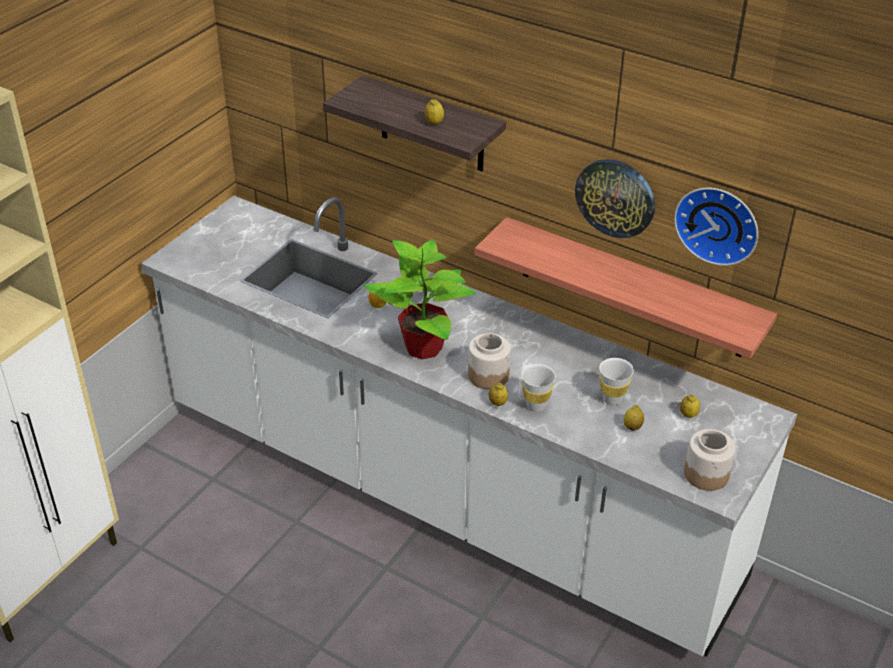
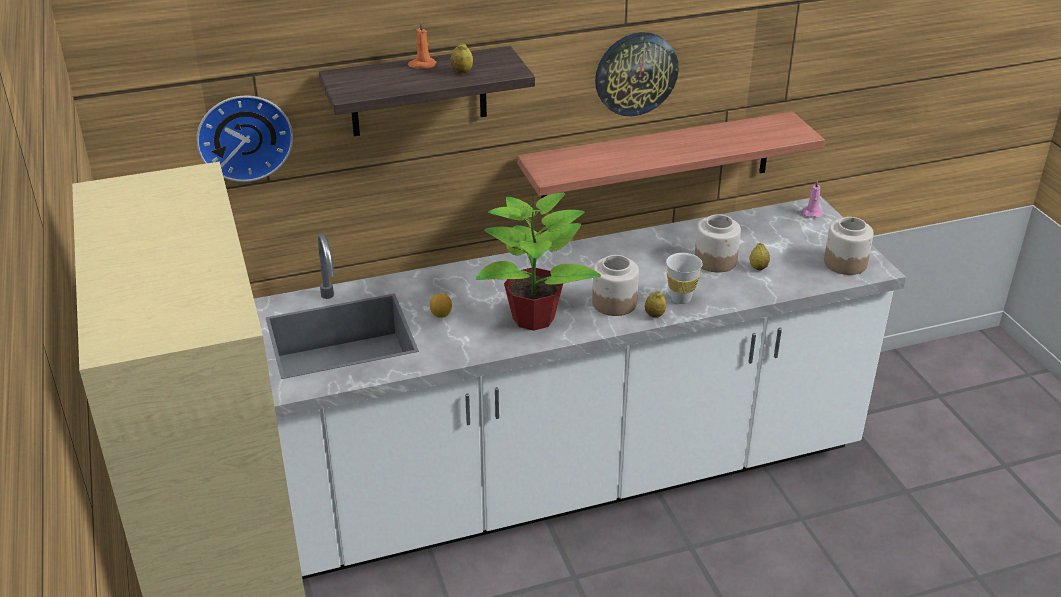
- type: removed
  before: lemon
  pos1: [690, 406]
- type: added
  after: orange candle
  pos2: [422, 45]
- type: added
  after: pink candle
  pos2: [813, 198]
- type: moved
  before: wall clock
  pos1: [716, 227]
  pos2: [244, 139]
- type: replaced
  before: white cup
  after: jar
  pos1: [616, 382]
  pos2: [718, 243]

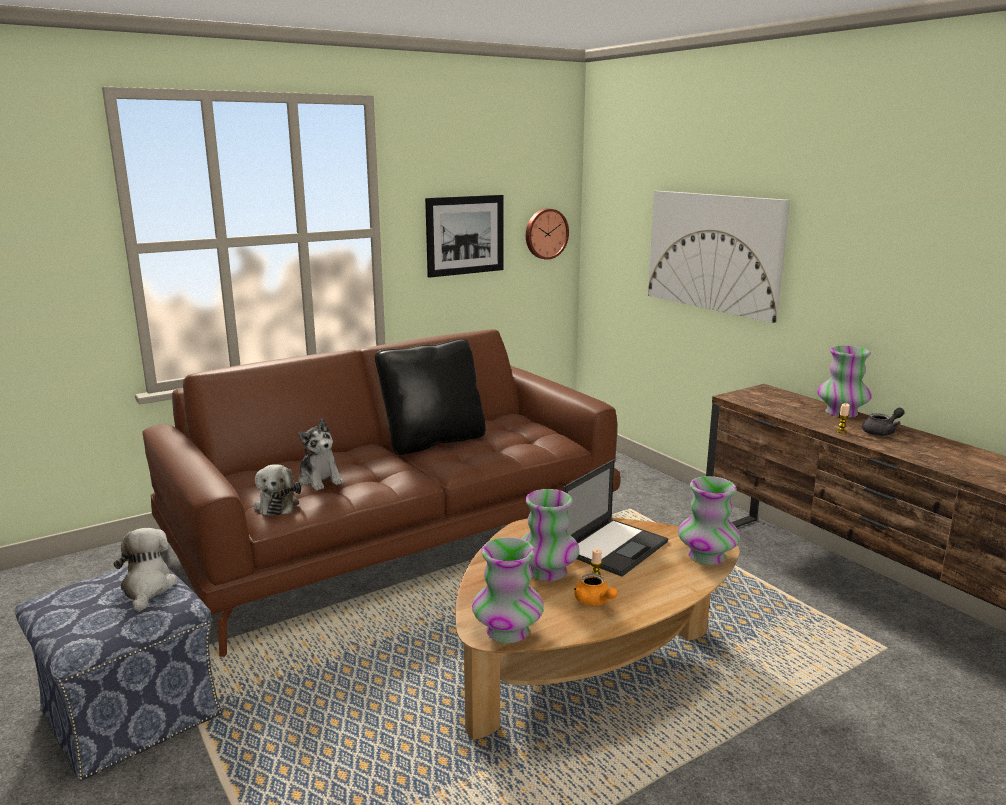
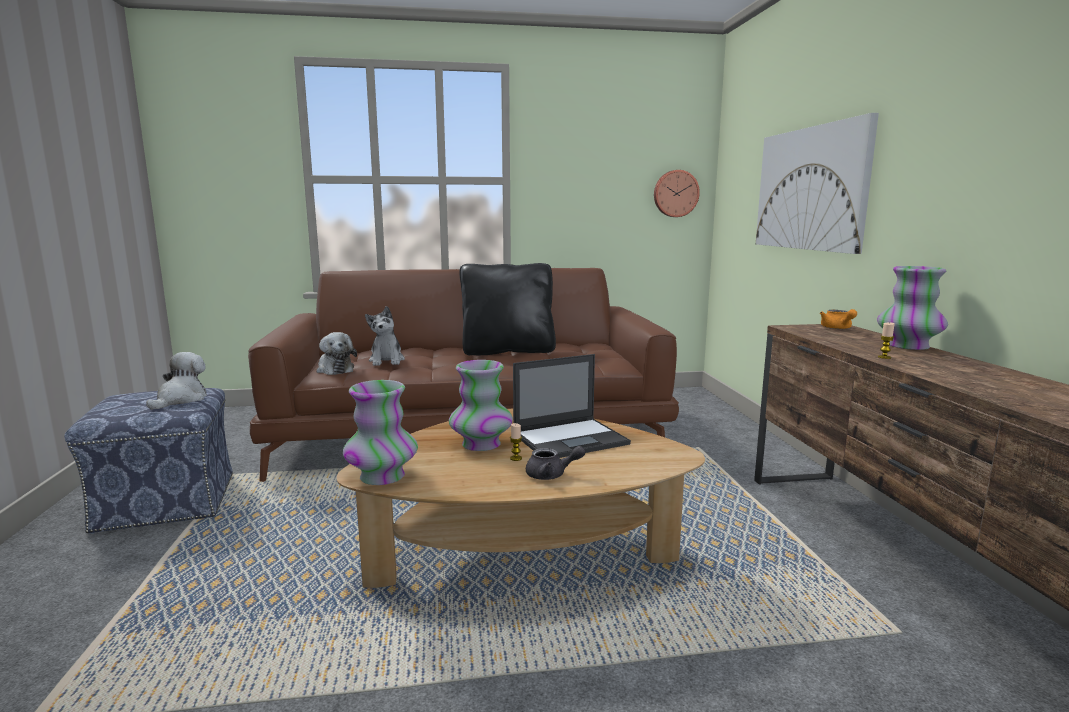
- type: removed
  before: picture
  pos1: [464, 236]
- type: removed
  before: vase
  pos1: [709, 520]
- type: moved
  before: orange teapot
  pos1: [596, 589]
  pos2: [838, 319]
- type: moved
  before: grey teapot
  pos1: [883, 422]
  pos2: [555, 463]
- type: turned
  before: plush toy
  pos1: [277, 490]
  pos2: [337, 353]
  turn: -45

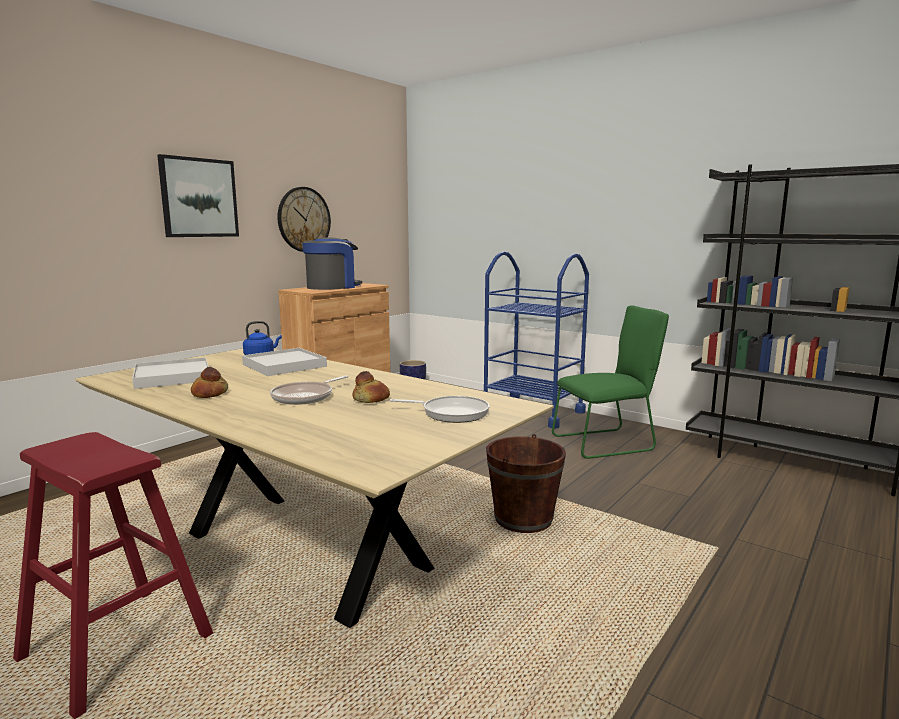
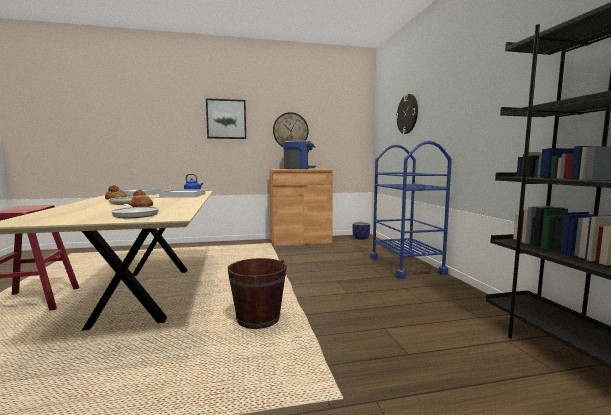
- type: removed
  before: green chair
  pos1: [610, 382]
- type: added
  after: wall clock
  pos2: [407, 114]

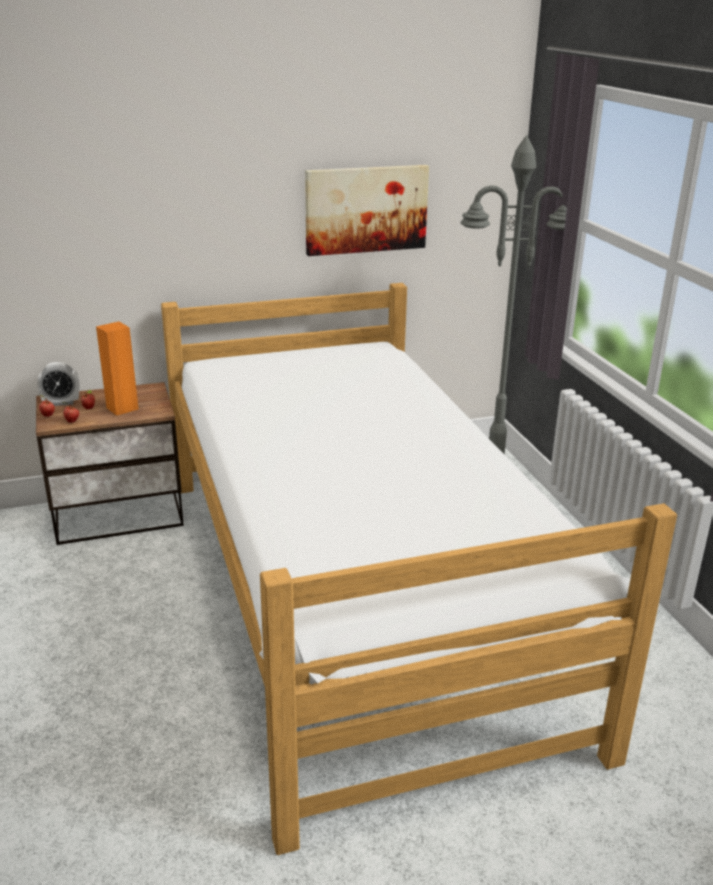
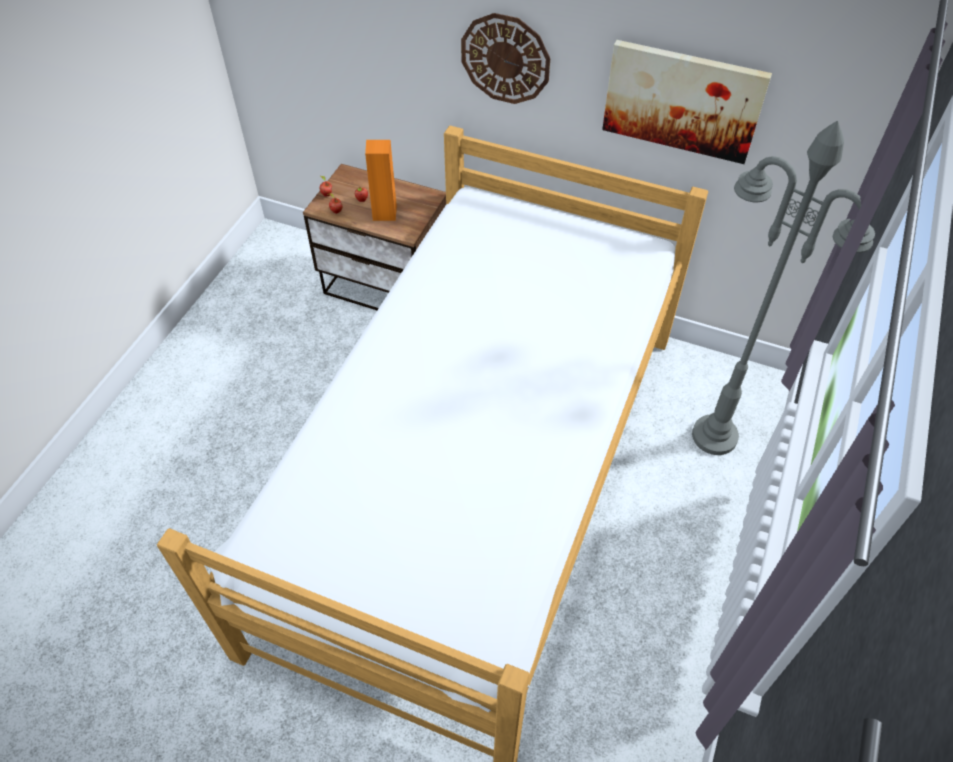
- type: removed
  before: alarm clock
  pos1: [58, 384]
- type: added
  after: wall clock
  pos2: [505, 58]

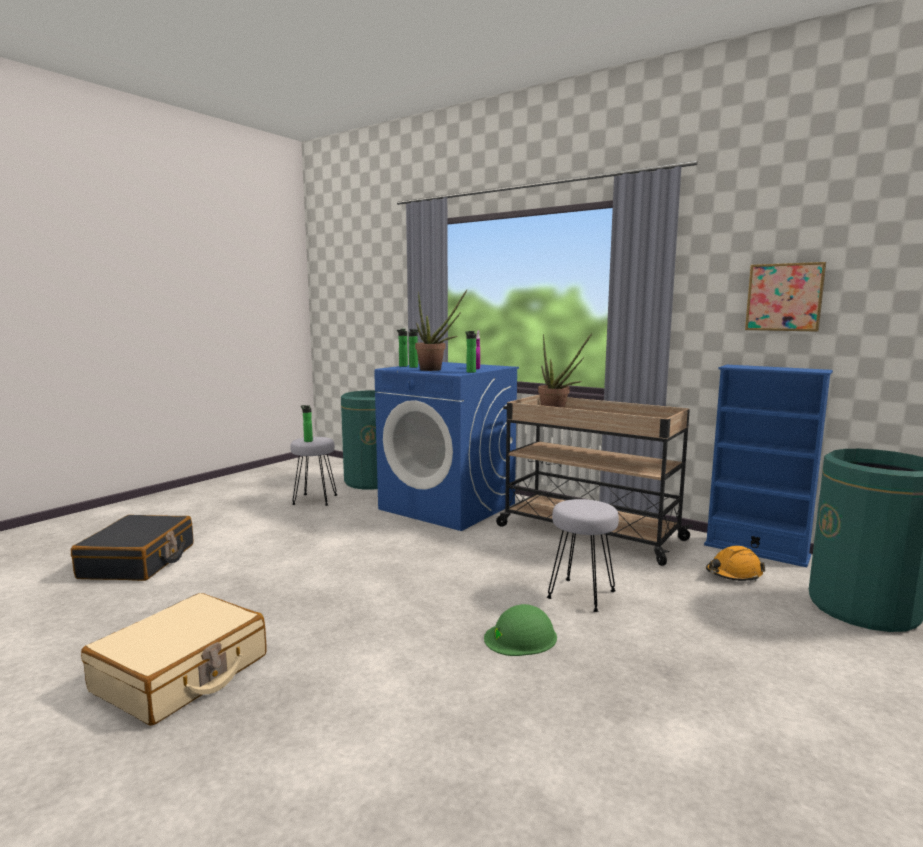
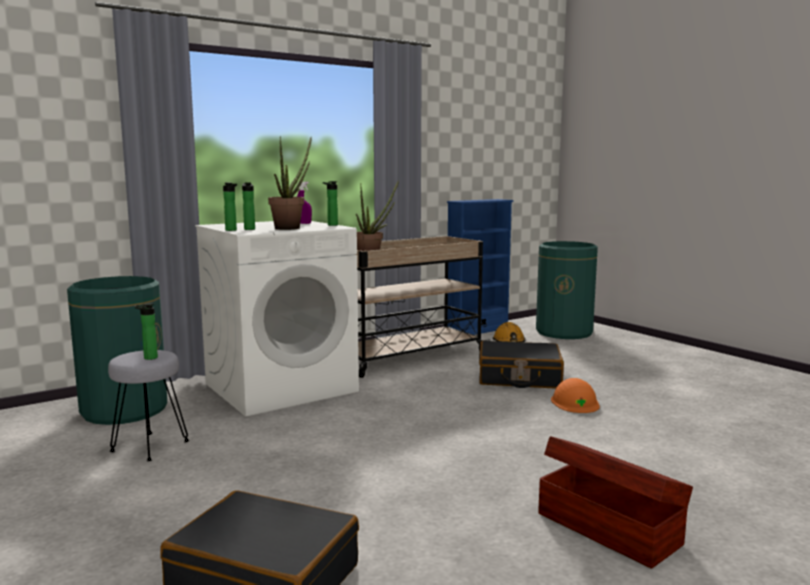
- type: removed
  before: picture
  pos1: [785, 297]
- type: replaced
  before: beige suitcase
  after: brown storage box
  pos1: [173, 659]
  pos2: [616, 502]
- type: replaced
  before: grey stool
  after: black suitcase
  pos1: [583, 555]
  pos2: [521, 364]
- type: recoloured
  before: blue washing machine
  after: white washing machine
  pos1: [446, 446]
  pos2: [277, 319]
- type: recoloured
  before: green hard hat
  after: orange hard hat
  pos1: [520, 630]
  pos2: [575, 395]

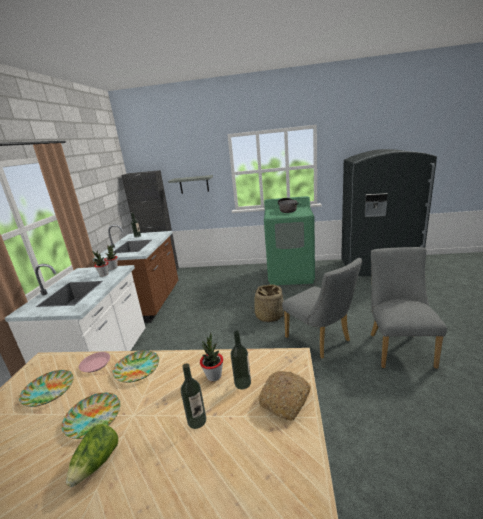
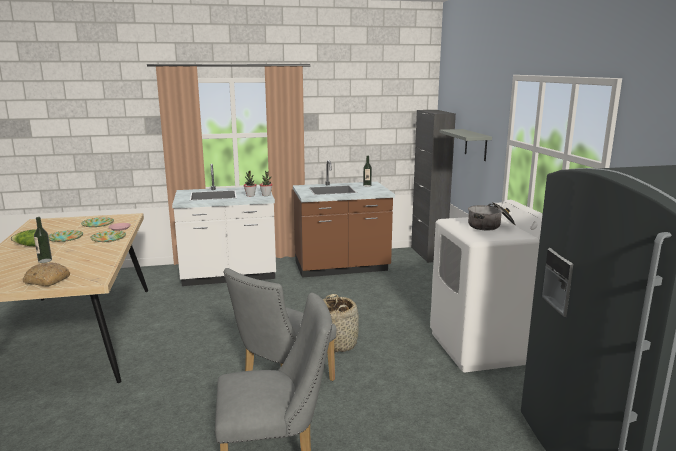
- type: removed
  before: potted plant
  pos1: [211, 357]
- type: removed
  before: bottle
  pos1: [241, 359]
- type: recoloured
  before: green washing machine
  after: white washing machine
  pos1: [289, 240]
  pos2: [486, 286]

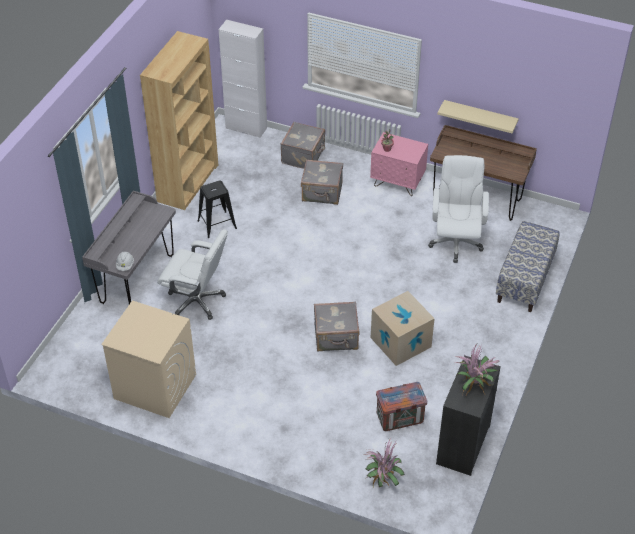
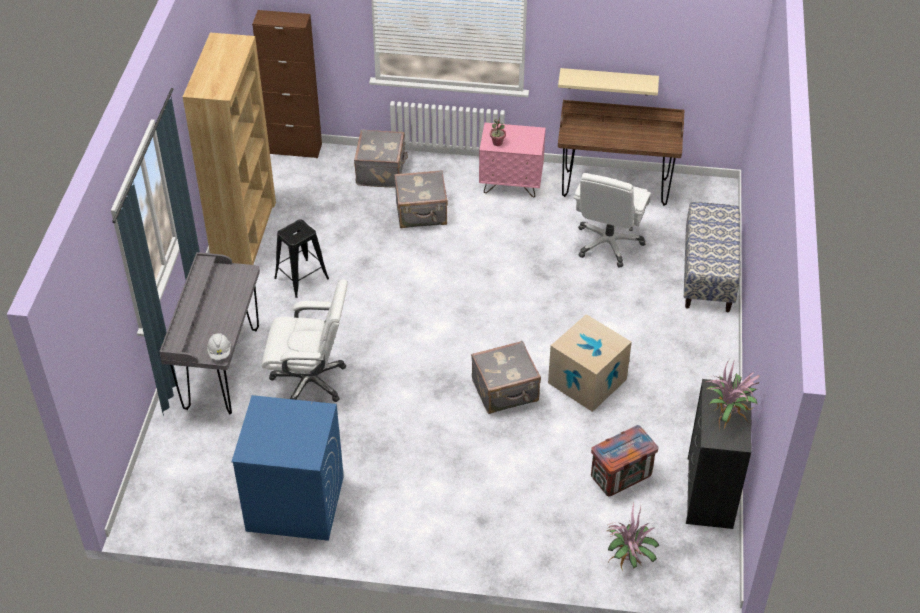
- type: recoloured
  before: beige washing machine
  after: blue washing machine
  pos1: [148, 359]
  pos2: [288, 468]
- type: recoloured
  before: white cabinet
  after: brown cabinet
  pos1: [243, 79]
  pos2: [287, 84]
- type: turned
  before: white office chair
  pos1: [458, 209]
  pos2: [612, 220]
  turn: -150

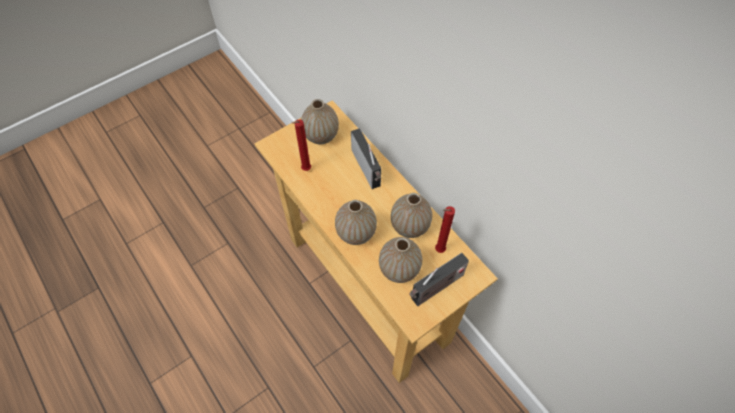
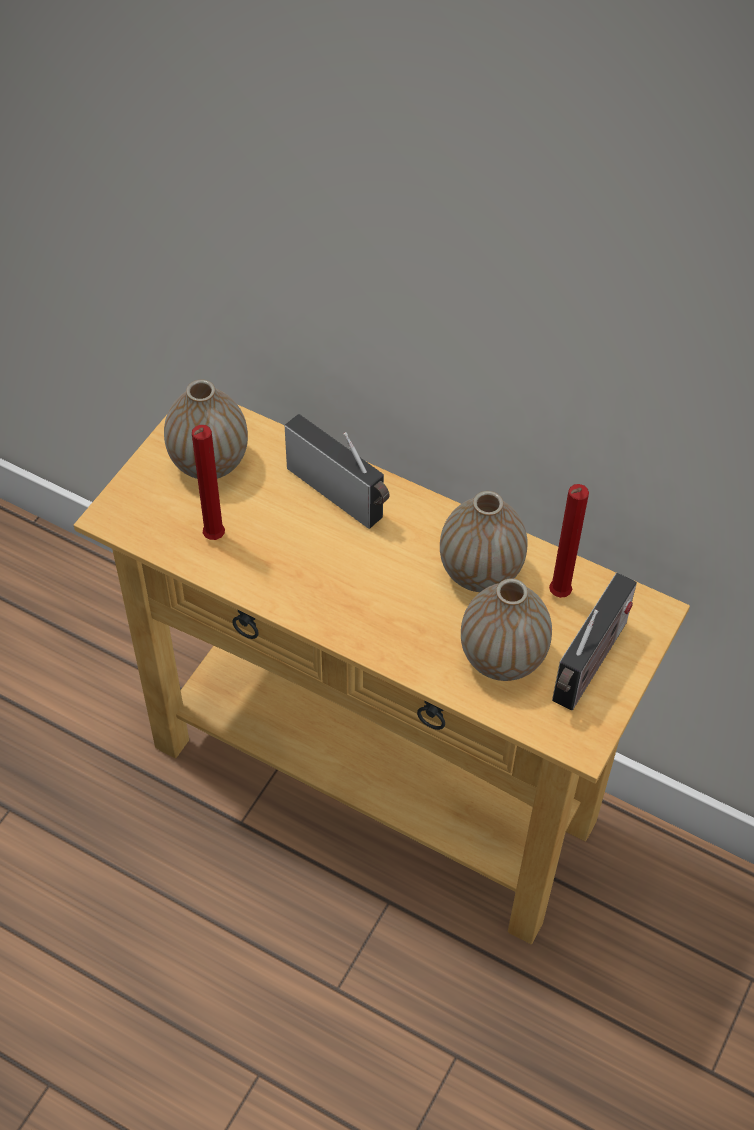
- type: removed
  before: vase
  pos1: [356, 222]

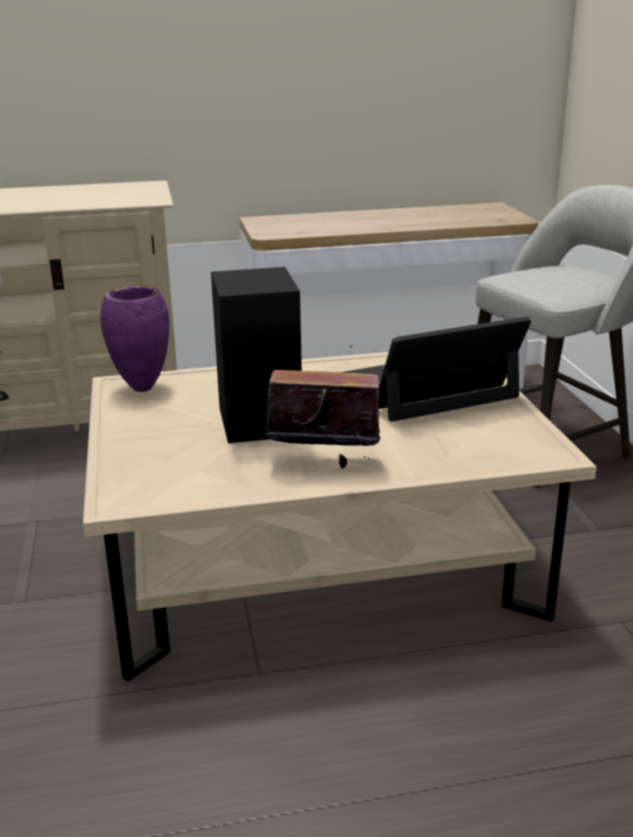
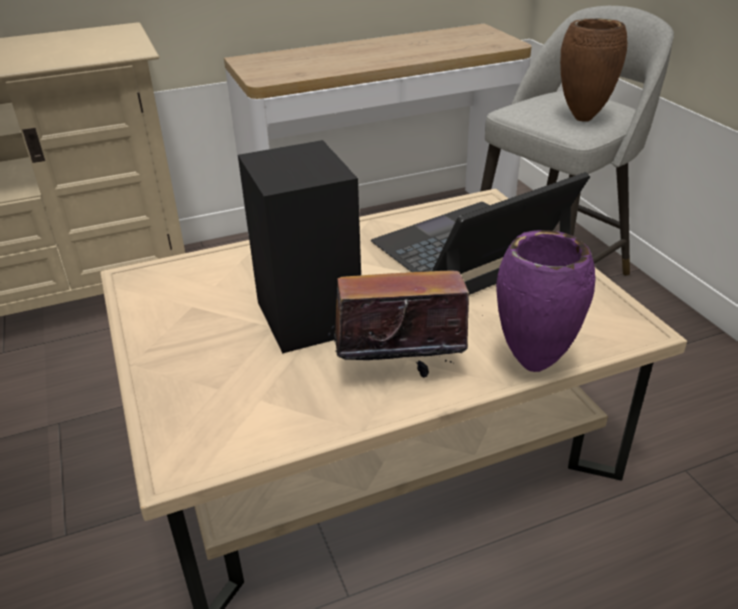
- type: added
  after: brown vase
  pos2: [594, 70]
- type: moved
  before: purple vase
  pos1: [134, 338]
  pos2: [546, 301]

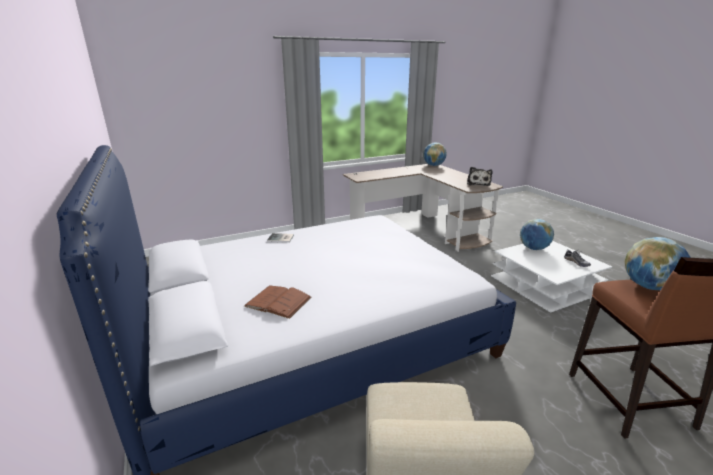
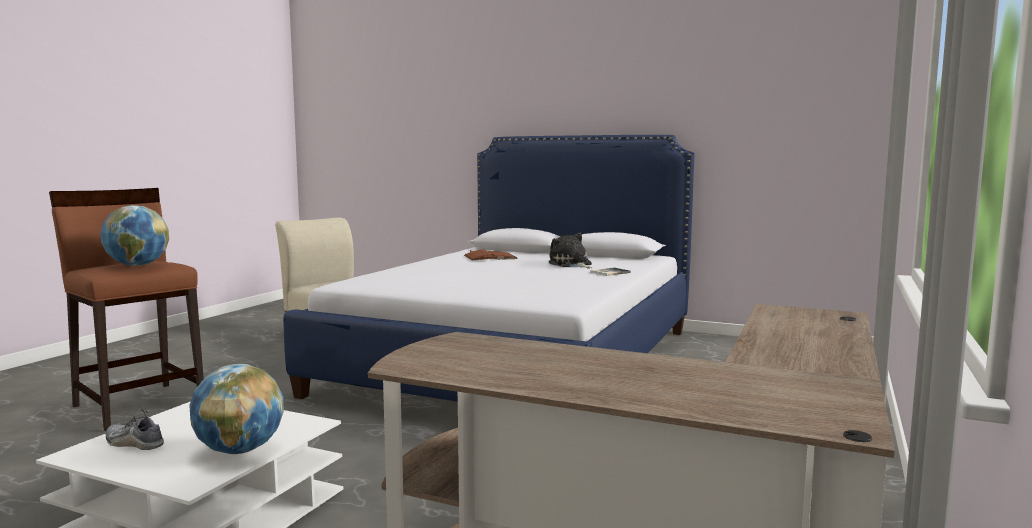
- type: removed
  before: globe
  pos1: [435, 154]
- type: moved
  before: plush toy
  pos1: [479, 176]
  pos2: [570, 250]

